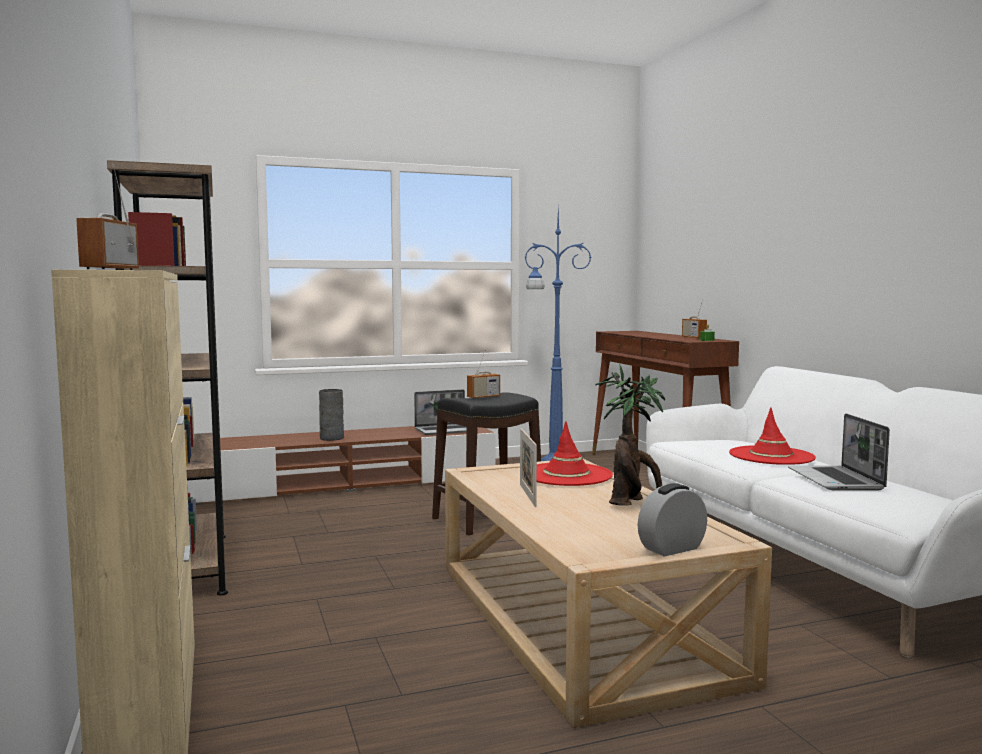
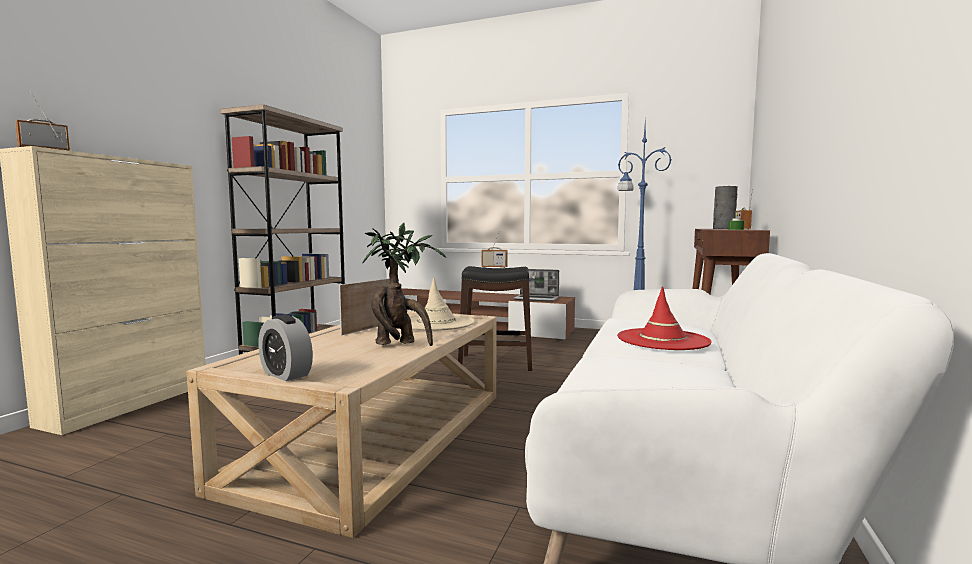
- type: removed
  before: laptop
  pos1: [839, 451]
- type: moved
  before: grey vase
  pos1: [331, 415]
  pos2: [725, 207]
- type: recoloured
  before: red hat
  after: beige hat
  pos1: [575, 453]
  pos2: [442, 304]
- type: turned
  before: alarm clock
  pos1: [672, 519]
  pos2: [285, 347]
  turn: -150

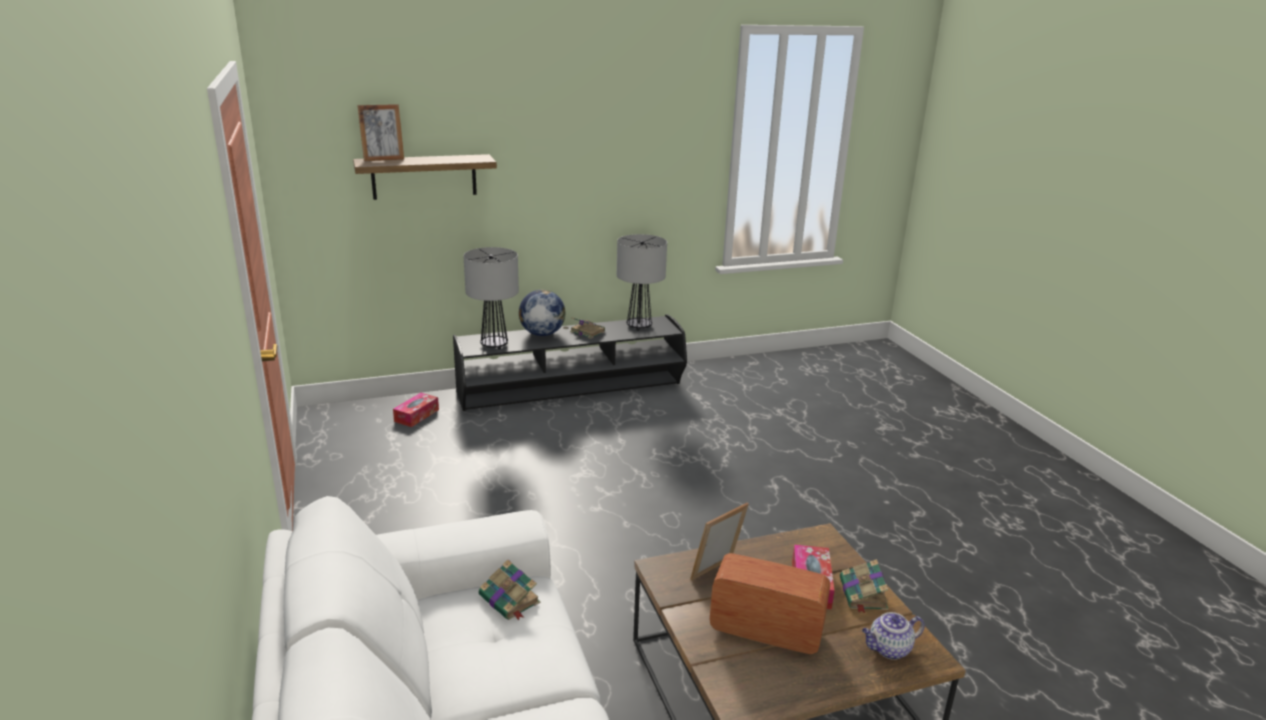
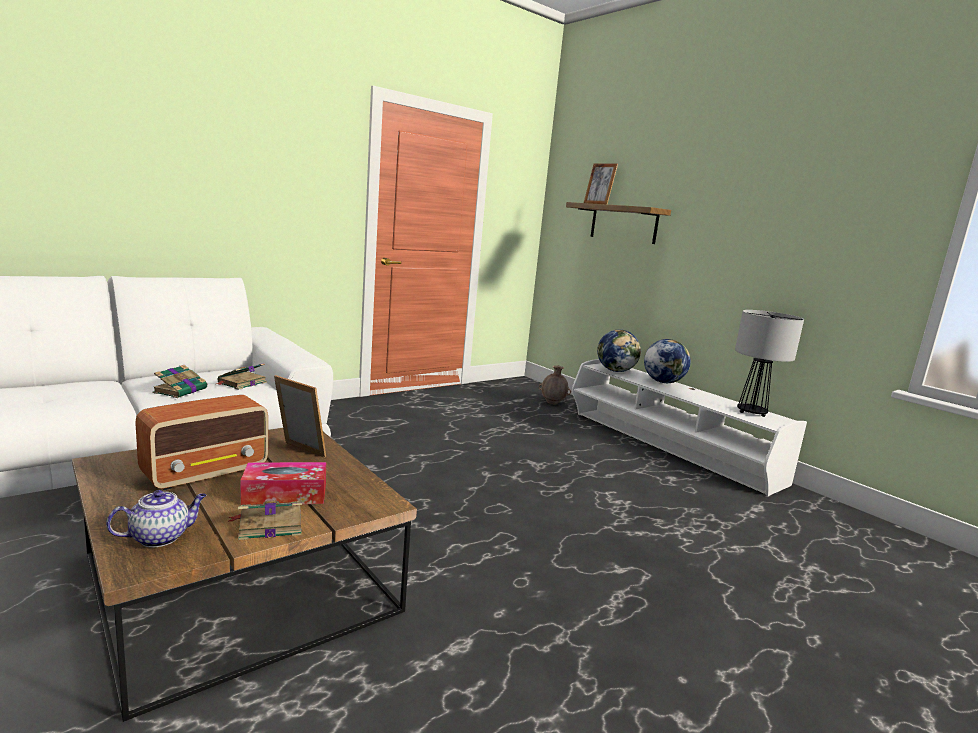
- type: moved
  before: book
  pos1: [587, 328]
  pos2: [179, 381]
- type: replaced
  before: tissue box
  after: brown vase
  pos1: [416, 410]
  pos2: [555, 385]
- type: replaced
  before: table lamp
  after: globe
  pos1: [491, 298]
  pos2: [619, 351]
- type: recoloured
  before: black tv stand
  after: white tv stand
  pos1: [570, 362]
  pos2: [689, 427]
- type: turned
  before: radio
  pos1: [770, 603]
  pos2: [201, 442]
  turn: 45
- type: turned
  before: teapot
  pos1: [893, 636]
  pos2: [156, 518]
  turn: 90

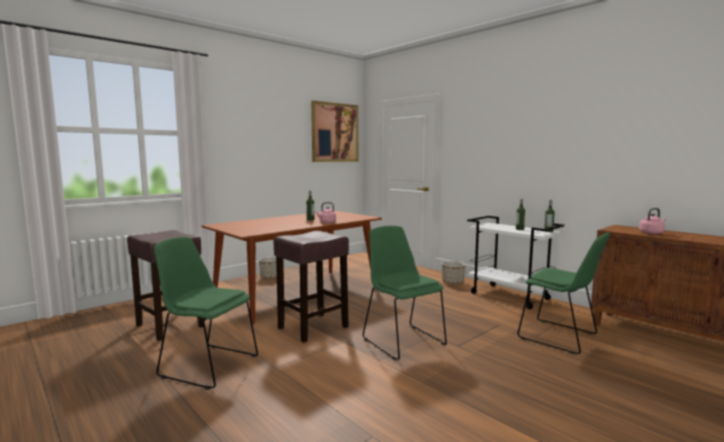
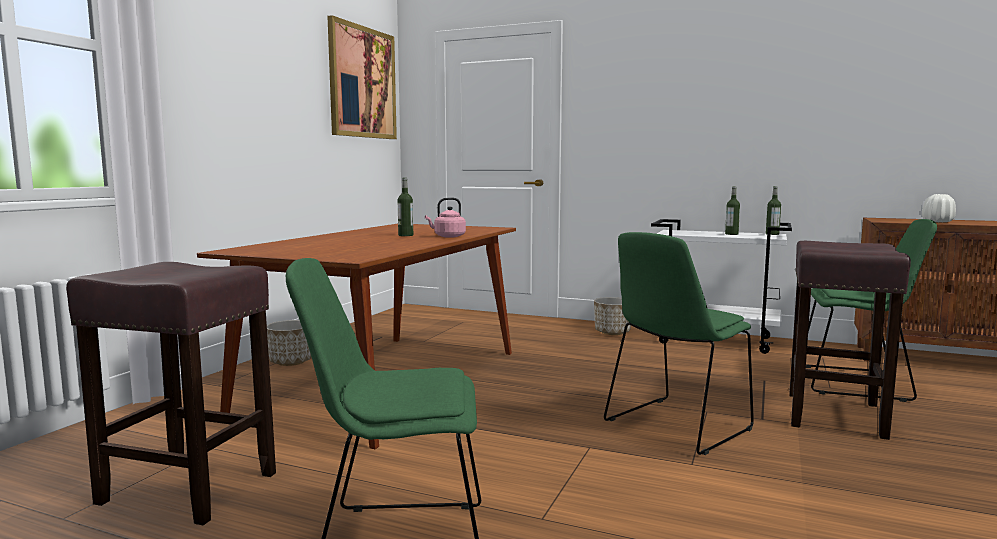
- type: moved
  before: brown stool
  pos1: [311, 287]
  pos2: [850, 340]
- type: replaced
  before: pink kettle
  after: white vase
  pos1: [652, 221]
  pos2: [939, 208]
- type: turned
  before: green chair
  pos1: [405, 293]
  pos2: [679, 343]
  turn: -75

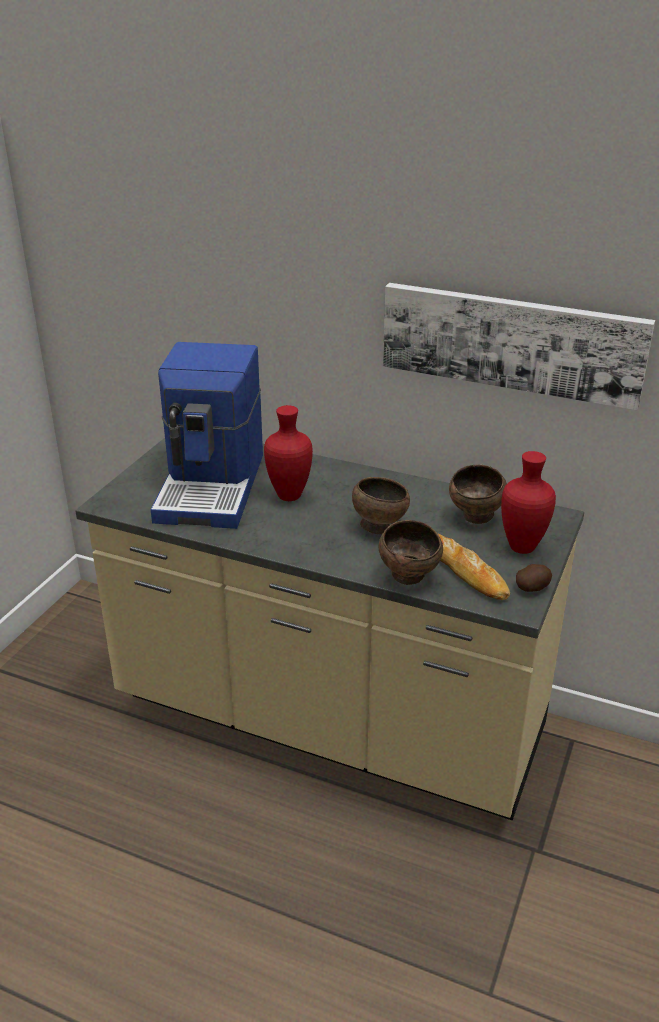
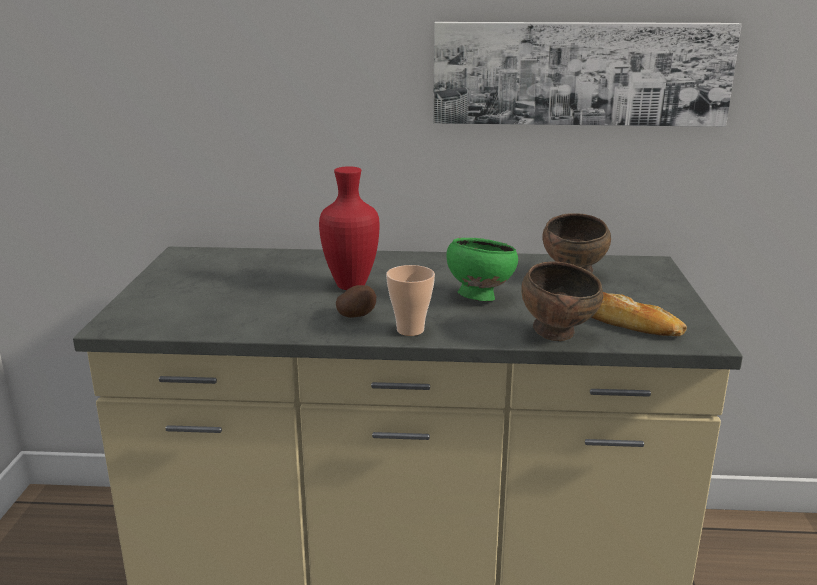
- type: removed
  before: coffee machine
  pos1: [207, 435]
- type: removed
  before: red vase
  pos1: [528, 502]
- type: added
  after: cup
  pos2: [410, 300]
- type: moved
  before: potato
  pos1: [534, 578]
  pos2: [356, 301]
- type: recoloured
  before: brown bowl
  after: green bowl
  pos1: [381, 505]
  pos2: [482, 269]

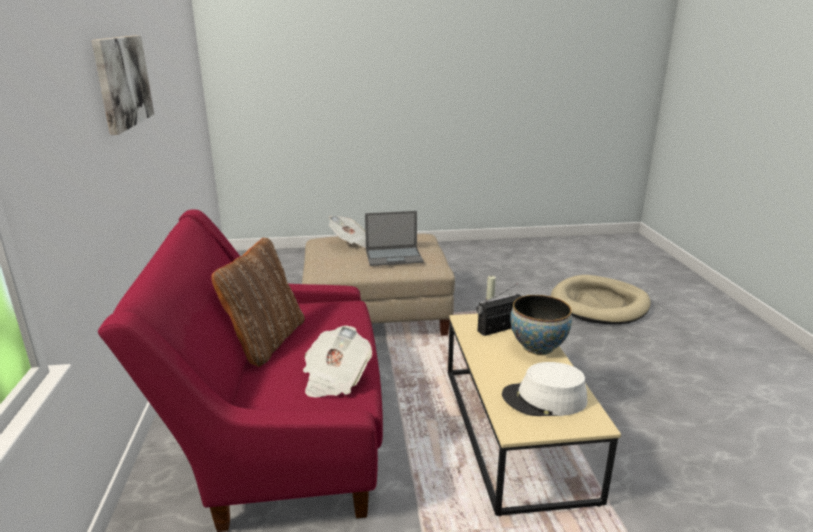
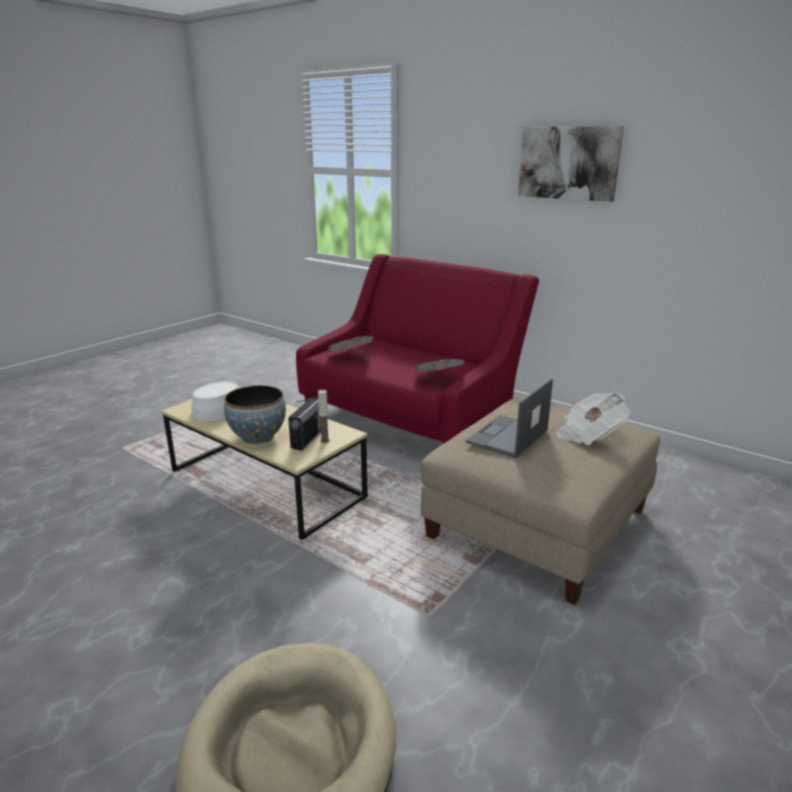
- type: removed
  before: brown pillow
  pos1: [258, 302]
- type: added
  after: newspaper
  pos2: [439, 365]

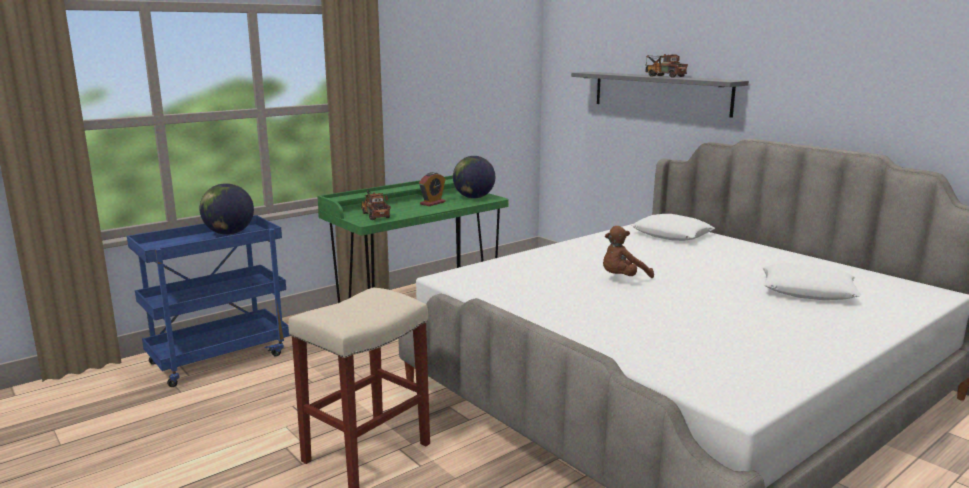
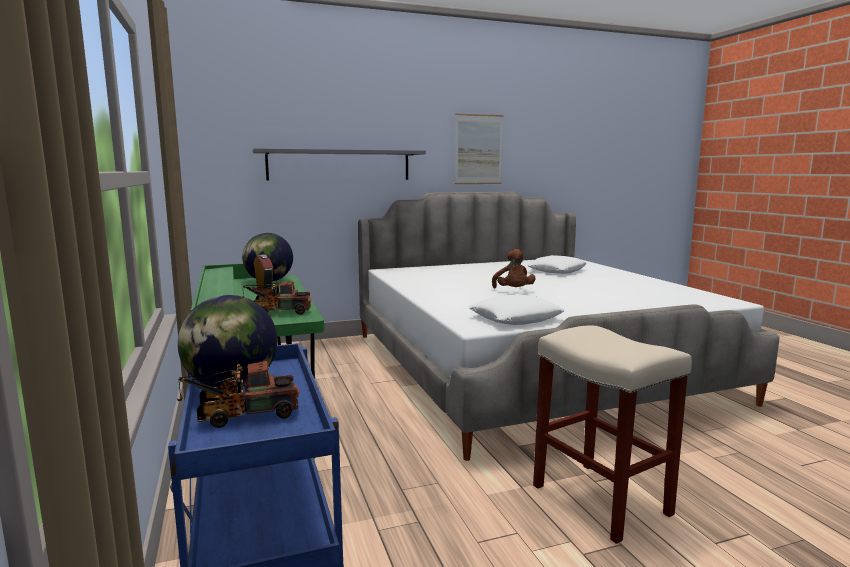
- type: added
  after: picture
  pos2: [479, 149]
- type: moved
  before: white pillow
  pos1: [673, 227]
  pos2: [517, 309]
- type: moved
  before: toy truck
  pos1: [666, 66]
  pos2: [238, 394]

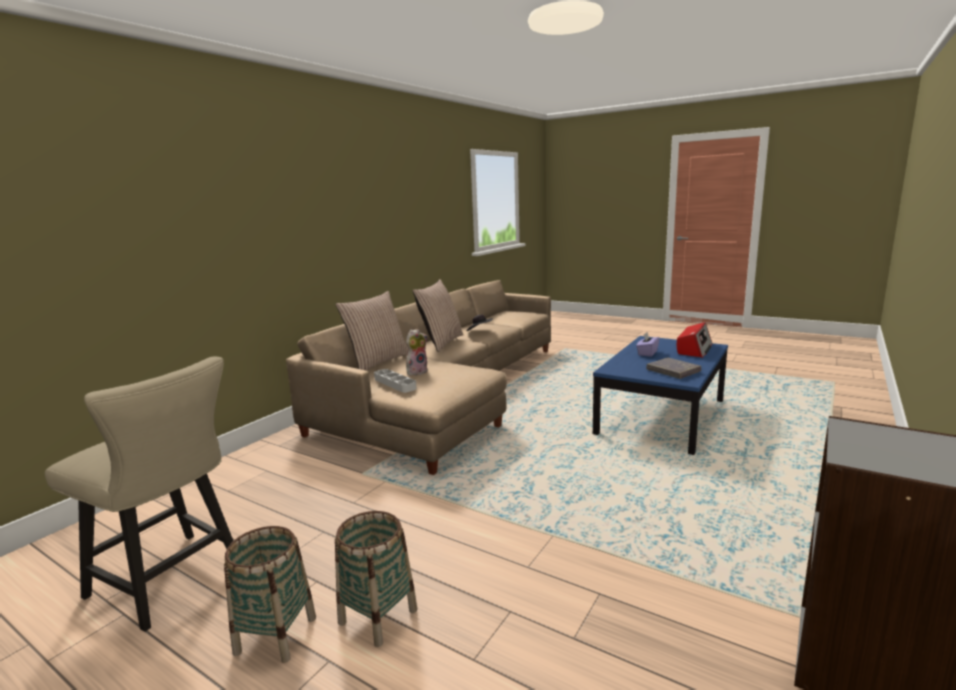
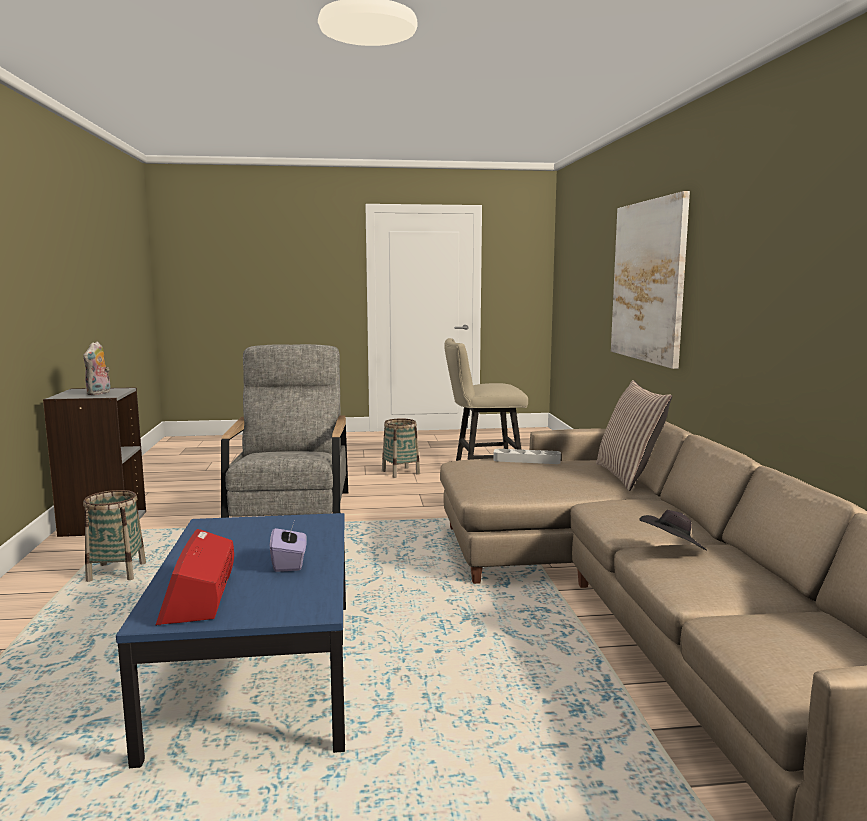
- type: removed
  before: pillow
  pos1: [438, 315]
- type: removed
  before: grey book
  pos1: [673, 368]
- type: added
  after: grey armchair
  pos2: [284, 431]
- type: added
  after: picture
  pos2: [650, 280]
- type: moved
  before: basket
  pos1: [376, 579]
  pos2: [114, 536]
- type: moved
  before: plush toy
  pos1: [417, 352]
  pos2: [97, 368]

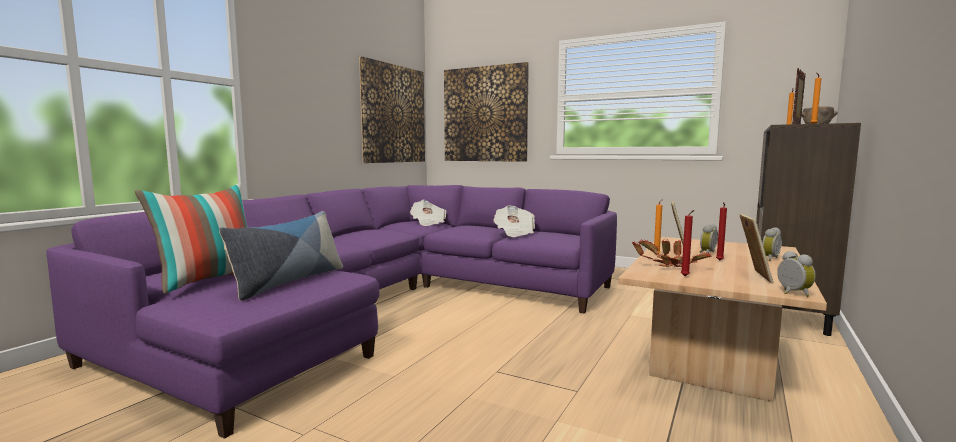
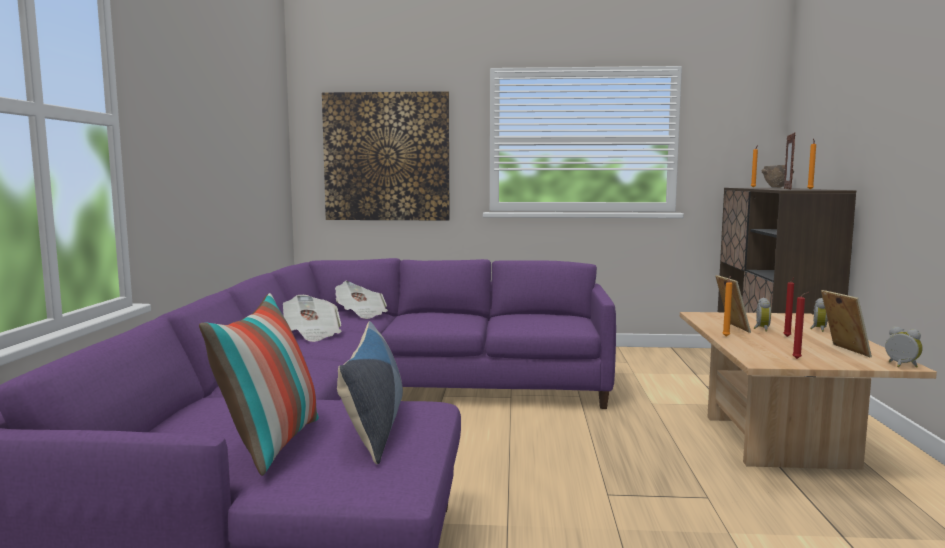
- type: removed
  before: picture
  pos1: [392, 110]
- type: removed
  before: potted plant
  pos1: [671, 253]
- type: moved
  before: newspaper
  pos1: [514, 221]
  pos2: [312, 318]

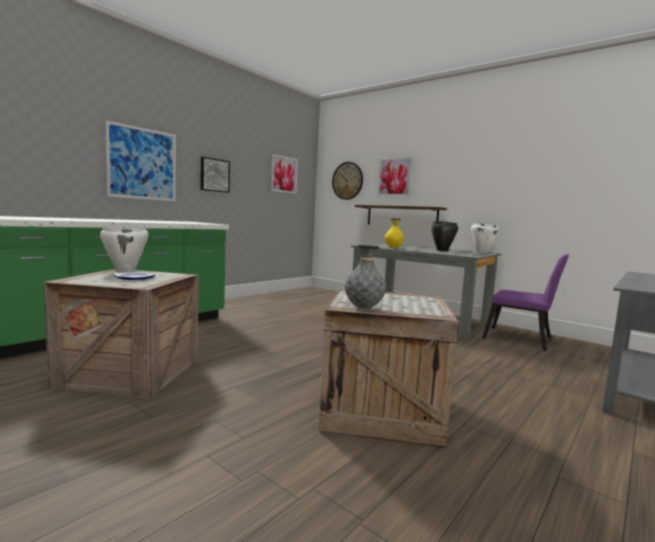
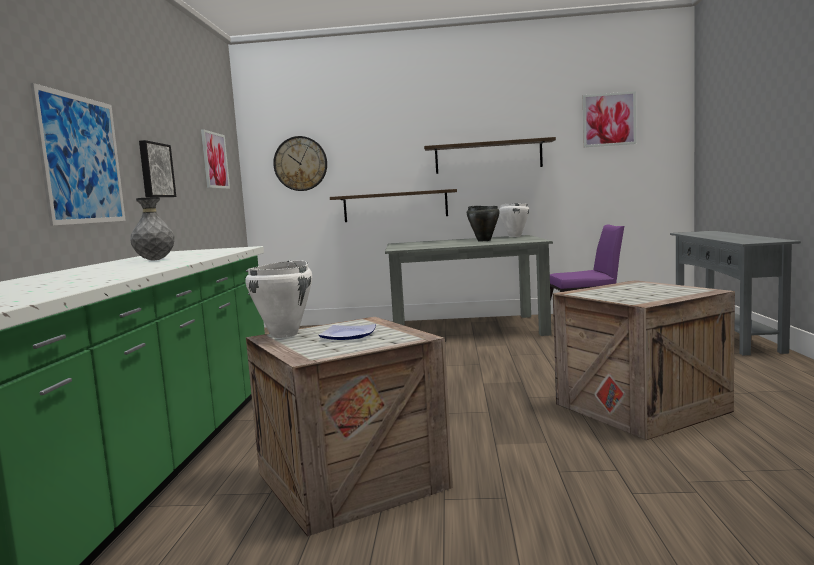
- type: removed
  before: yellow vase
  pos1: [394, 233]
- type: added
  after: shelf
  pos2: [490, 155]
- type: moved
  before: grey vase
  pos1: [365, 277]
  pos2: [152, 228]
- type: moved
  before: picture
  pos1: [395, 176]
  pos2: [609, 119]

